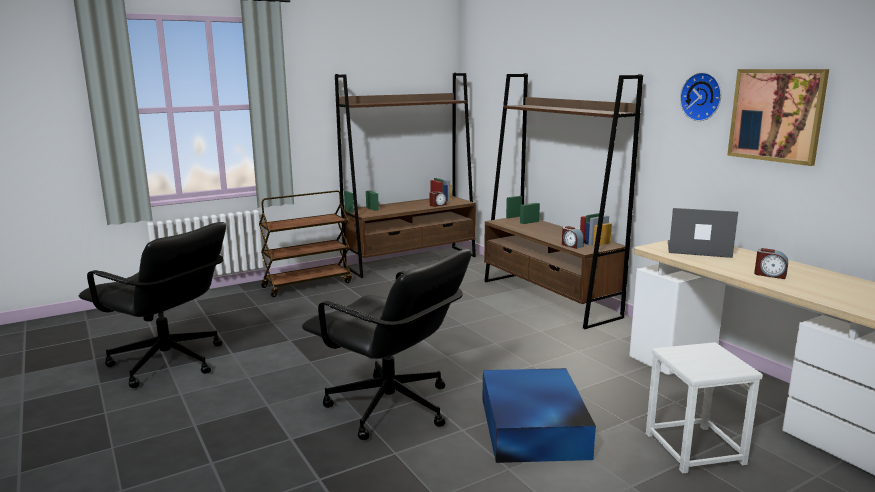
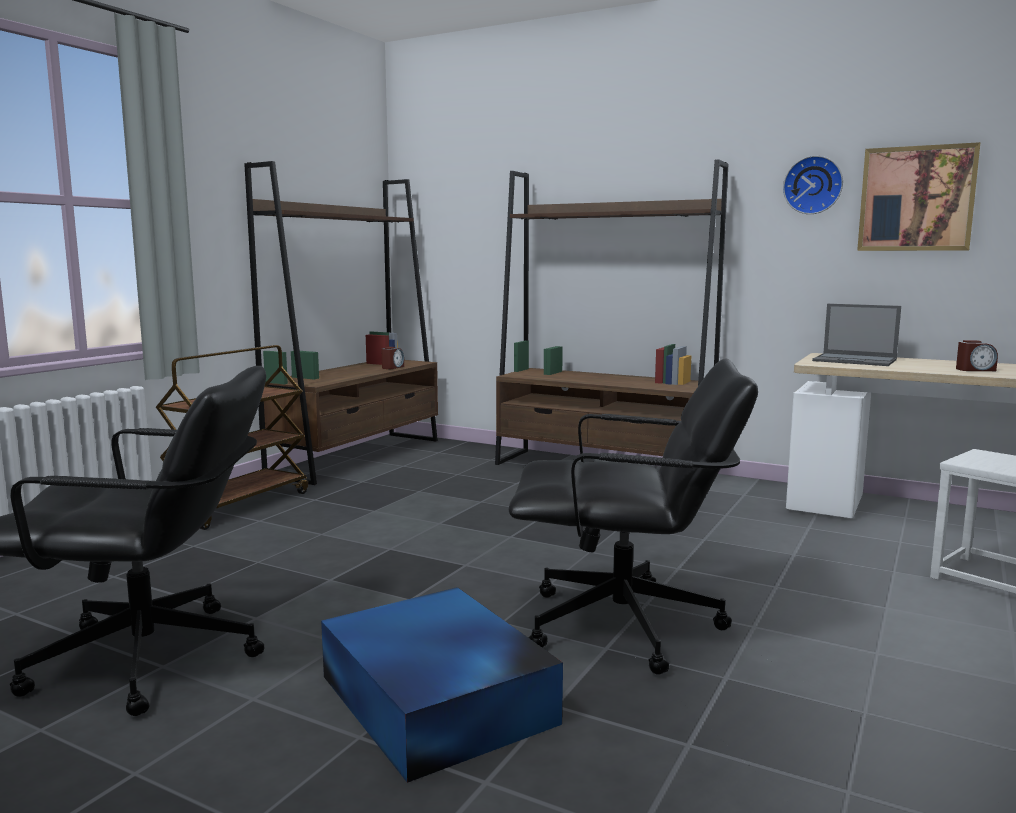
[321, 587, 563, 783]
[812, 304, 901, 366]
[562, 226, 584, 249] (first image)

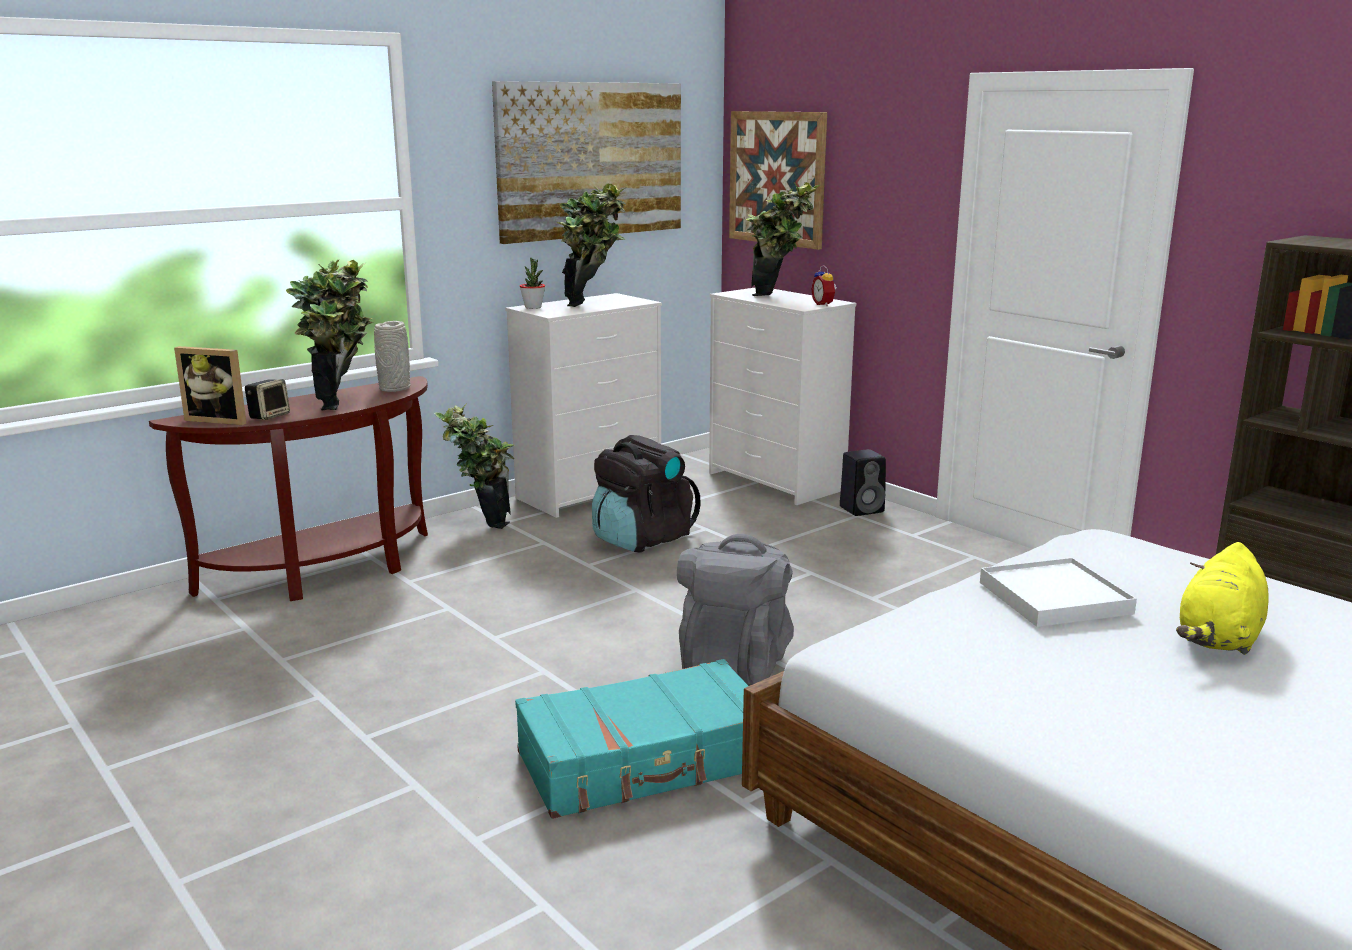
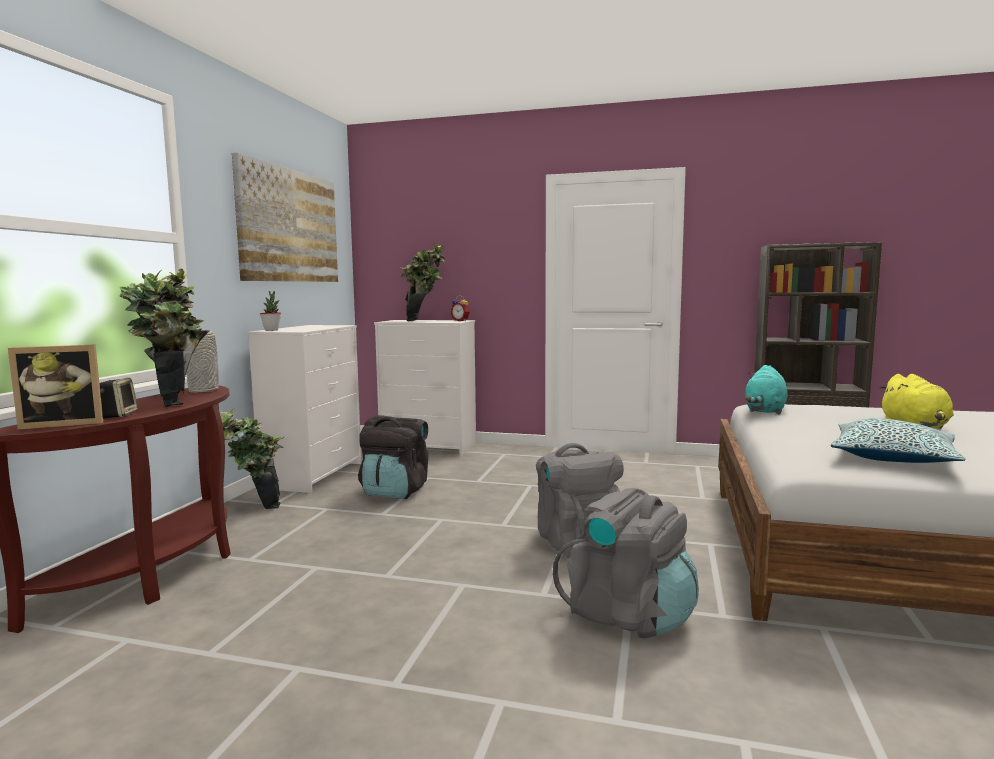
[553, 488, 699, 638]
[745, 365, 787, 414]
[831, 418, 966, 463]
[557, 183, 626, 307] (first image)
[729, 111, 827, 250] (first image)
[840, 449, 886, 516] (first image)
[980, 558, 1137, 627] (first image)

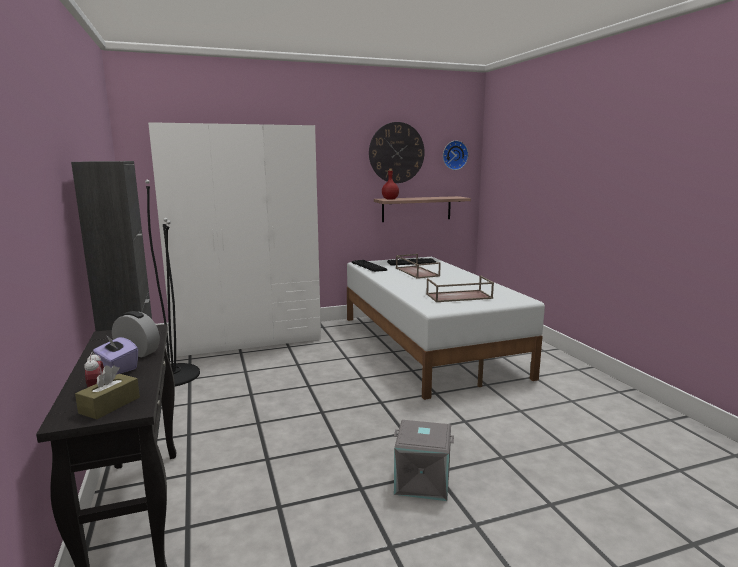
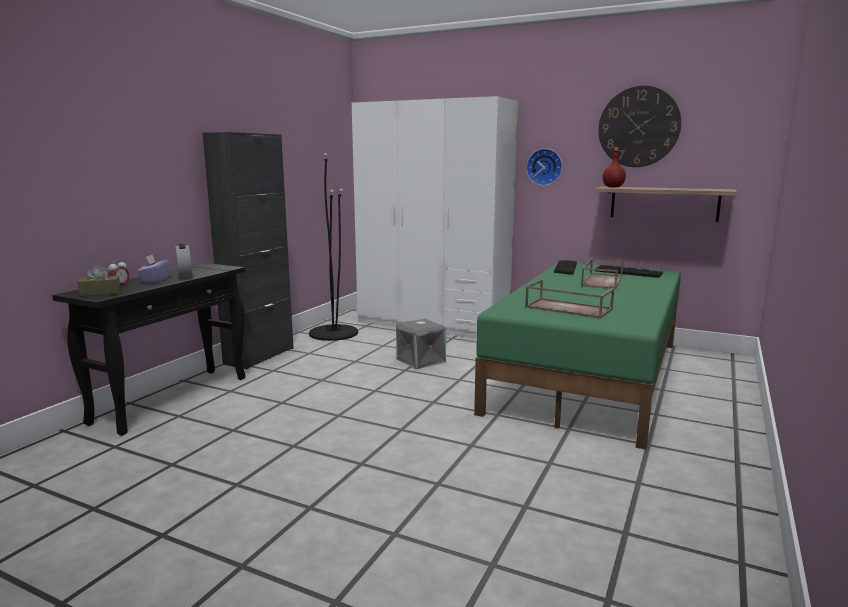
[396, 319, 446, 369]
[474, 263, 681, 450]
[526, 148, 562, 186]

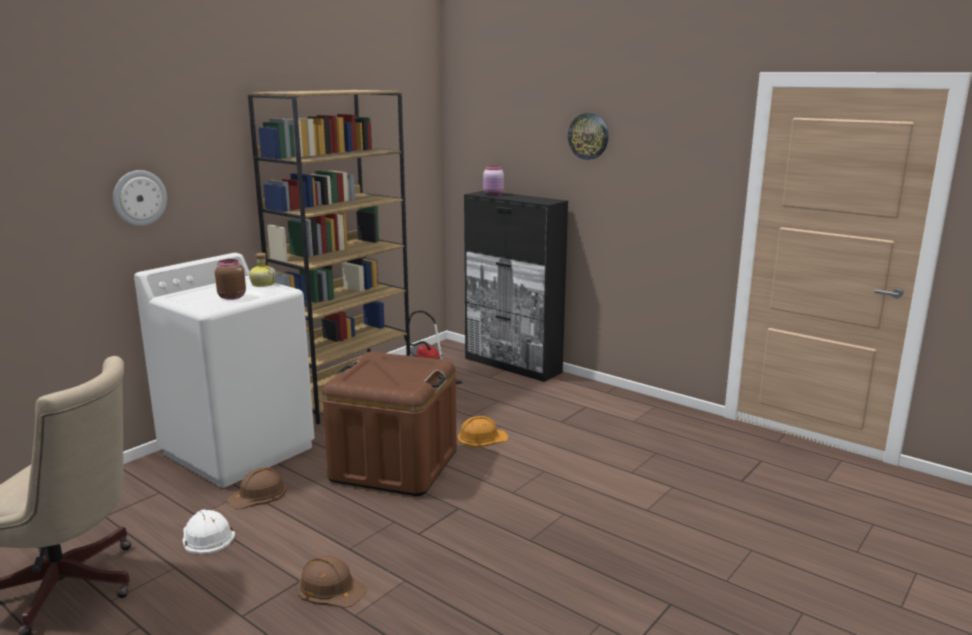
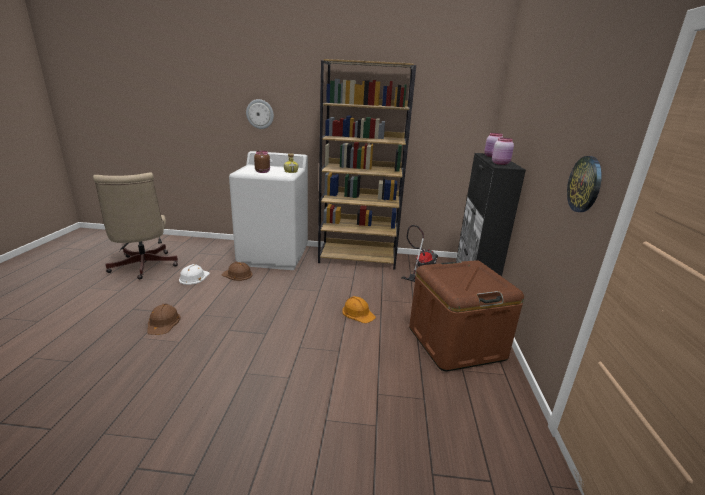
[409, 260, 524, 371]
[492, 138, 514, 165]
[567, 156, 602, 212]

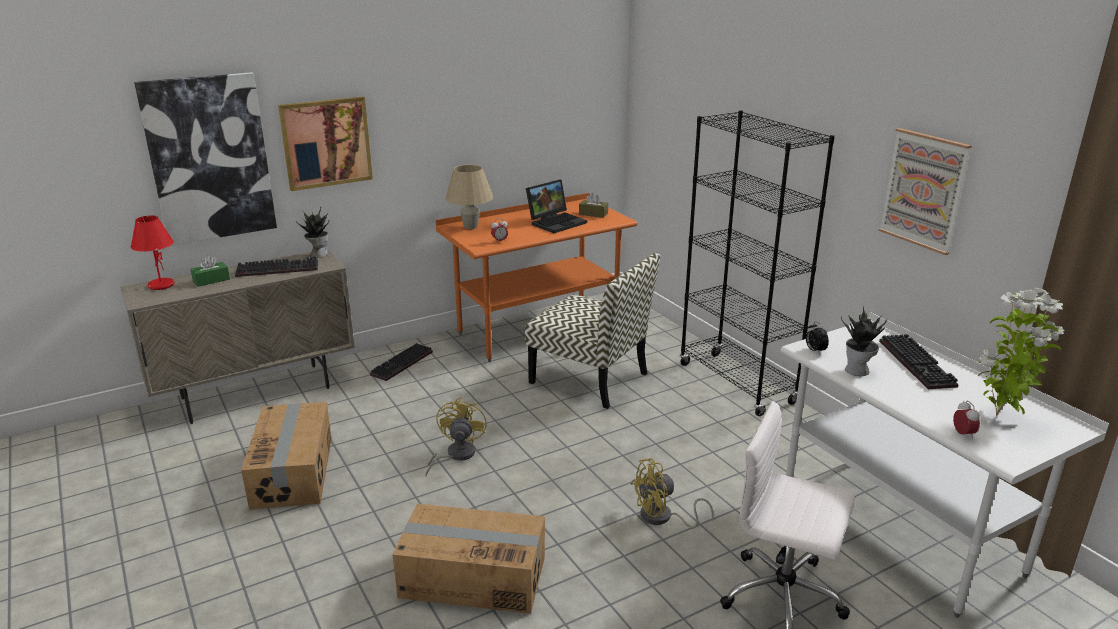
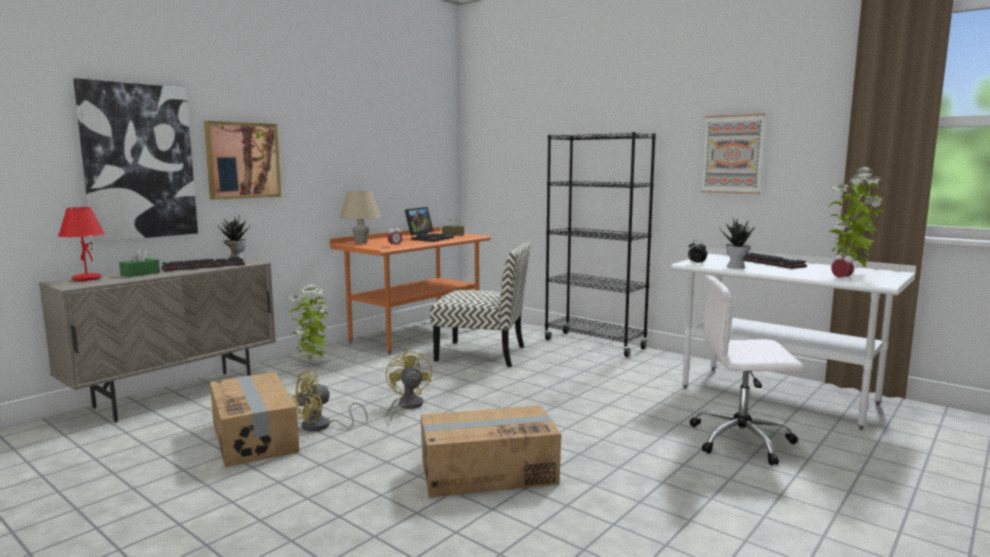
[288, 284, 329, 364]
[292, 370, 368, 432]

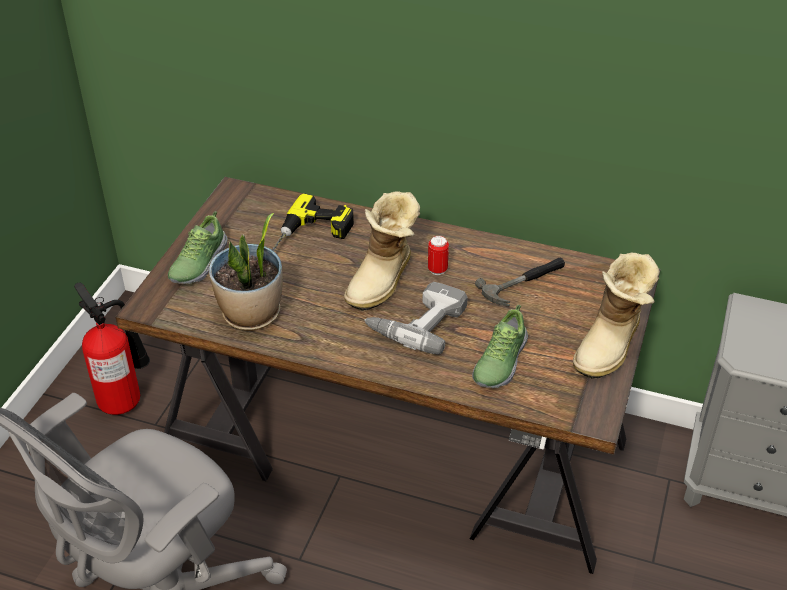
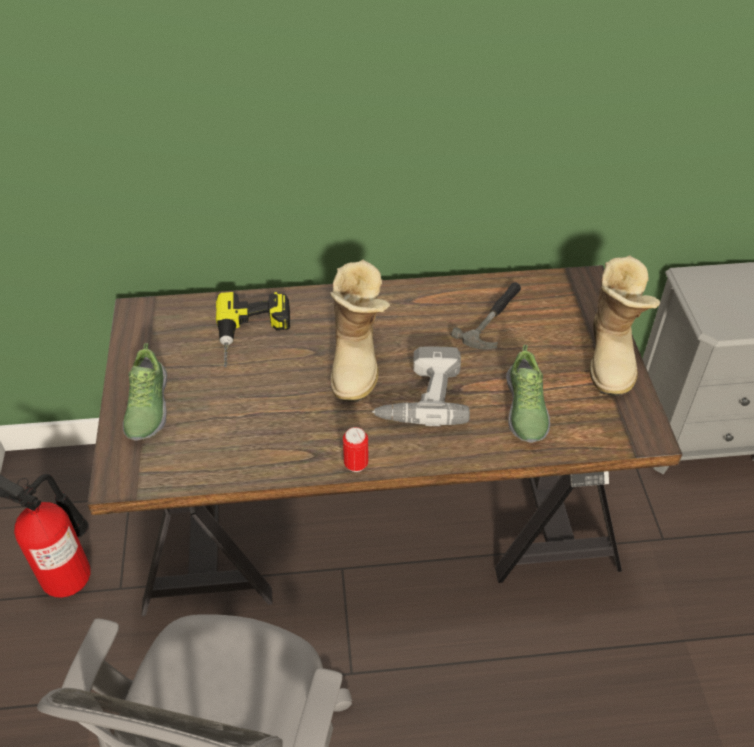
[343, 427, 369, 472]
[209, 213, 283, 331] (first image)

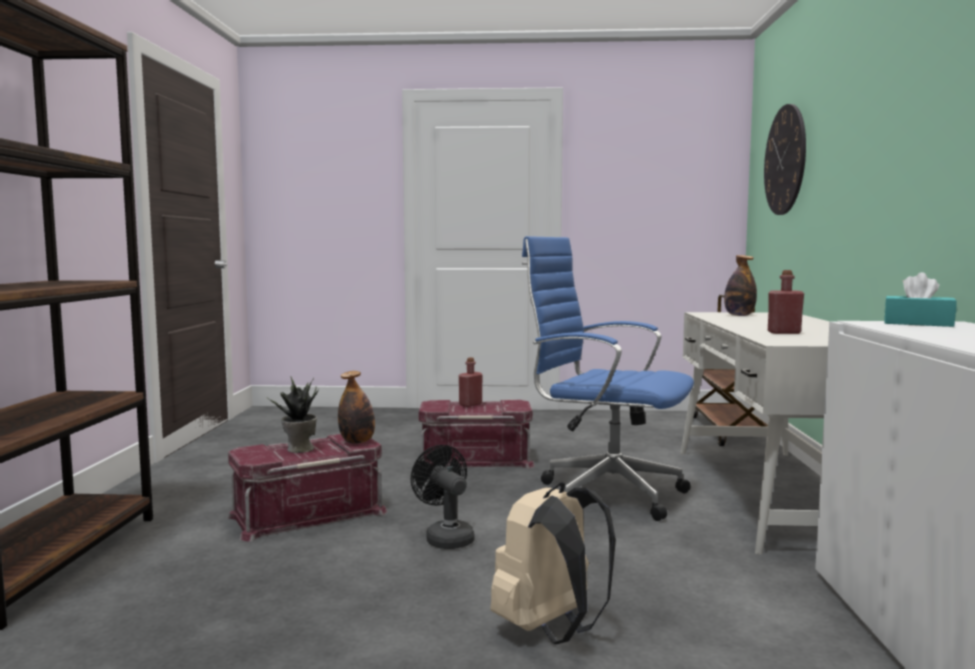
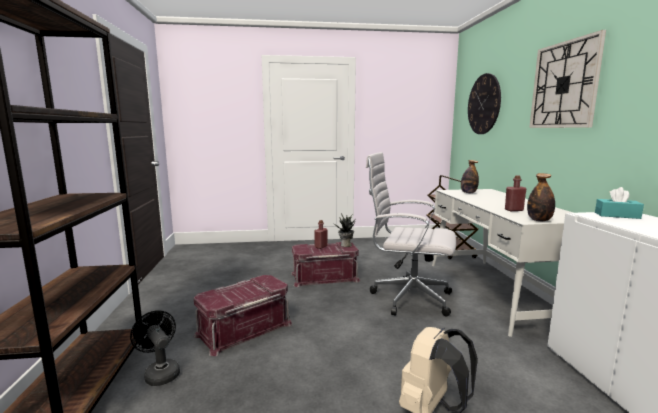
[130, 310, 180, 386]
[333, 213, 355, 247]
[366, 152, 456, 317]
[527, 173, 555, 221]
[529, 30, 606, 128]

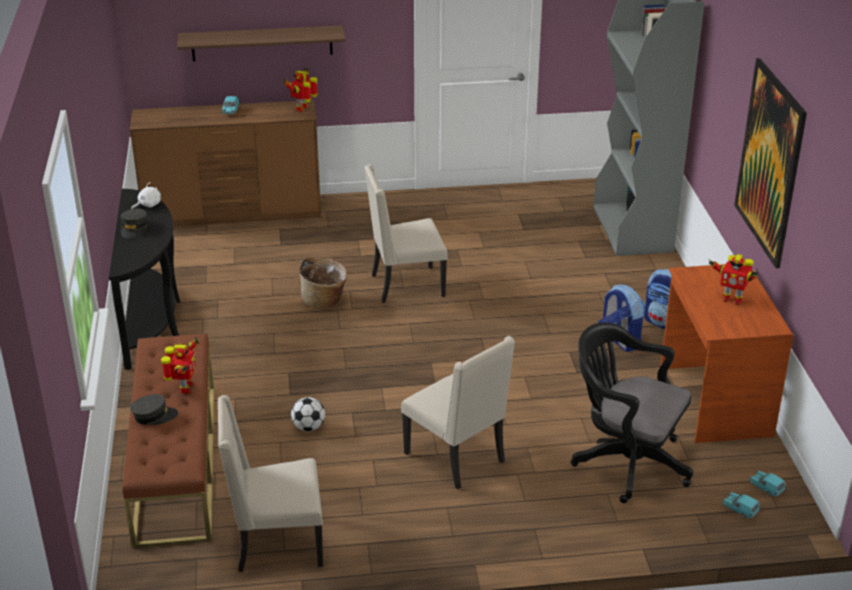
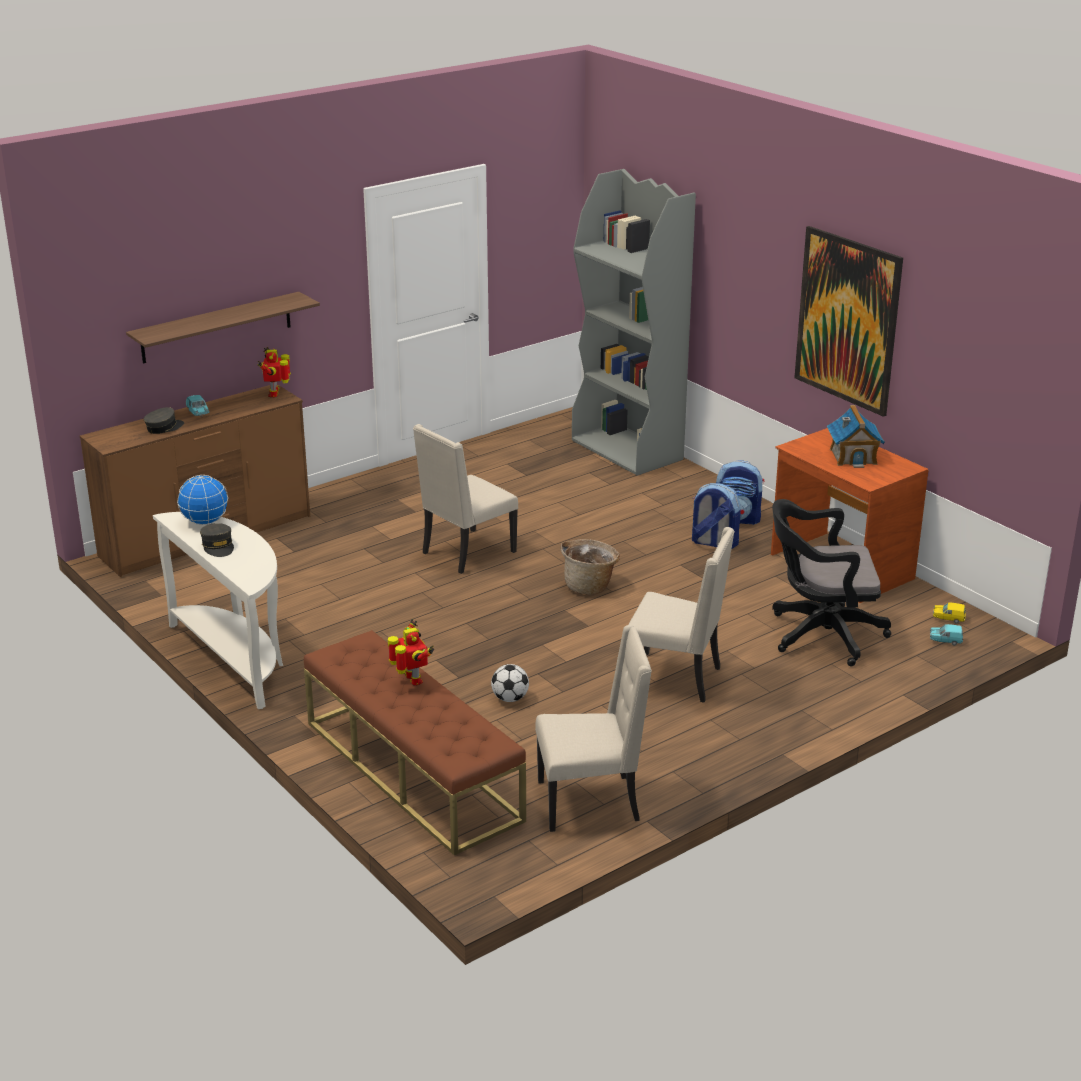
[144, 407, 184, 434]
[153, 512, 283, 709]
[177, 475, 228, 525]
[535, 625, 652, 832]
[561, 539, 620, 595]
[827, 405, 885, 468]
[933, 602, 966, 623]

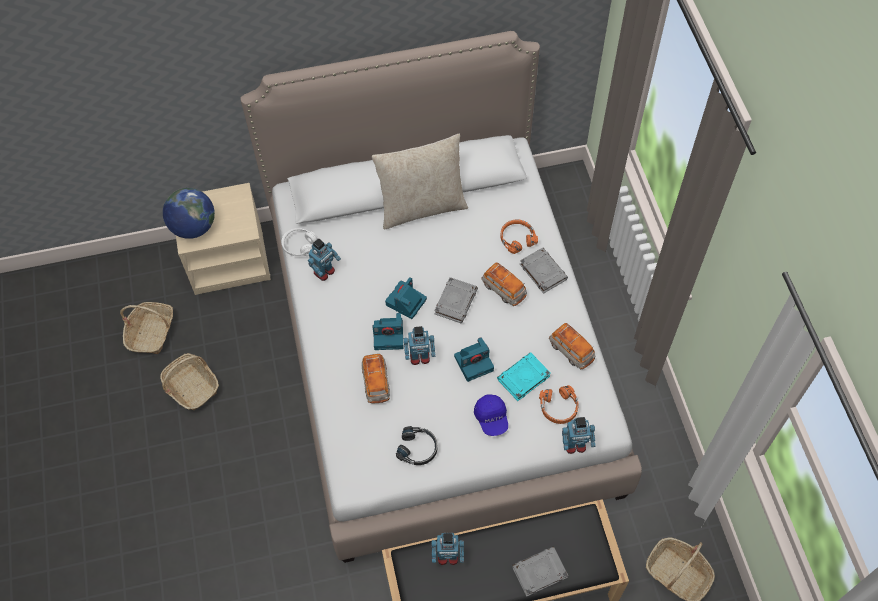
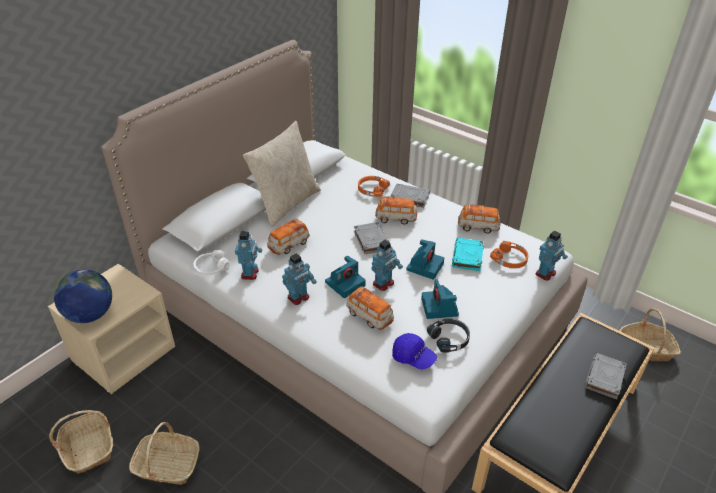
[267, 218, 310, 255]
[282, 253, 317, 305]
[392, 333, 437, 370]
[421, 279, 459, 319]

